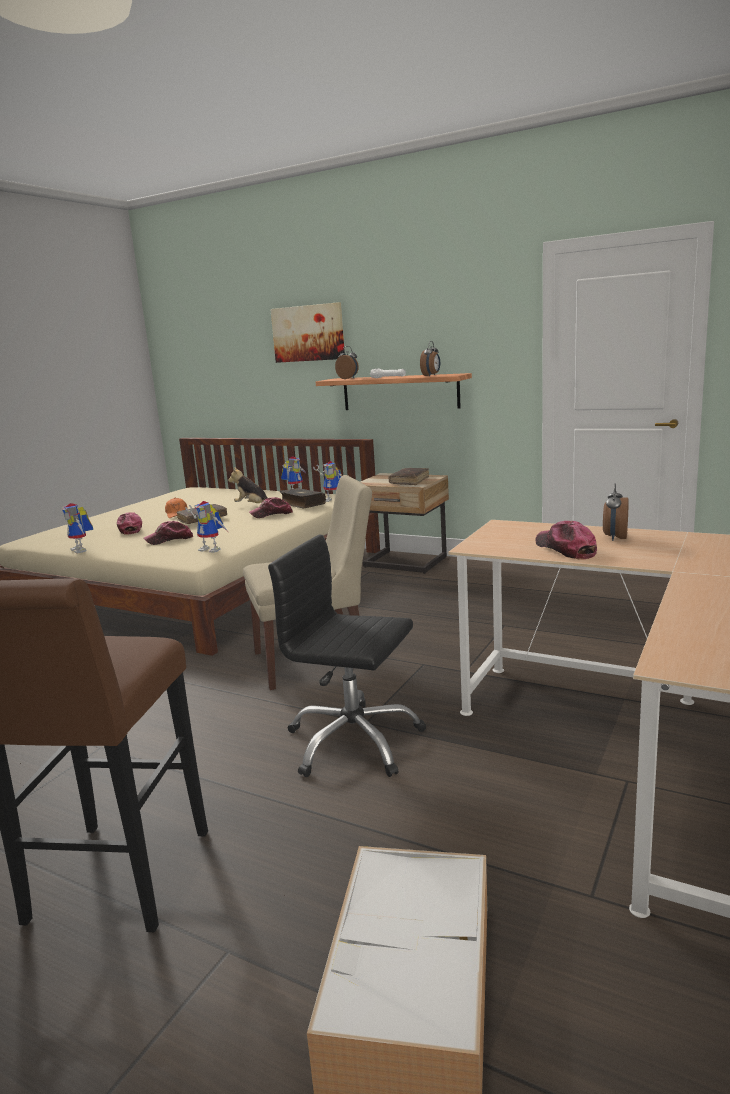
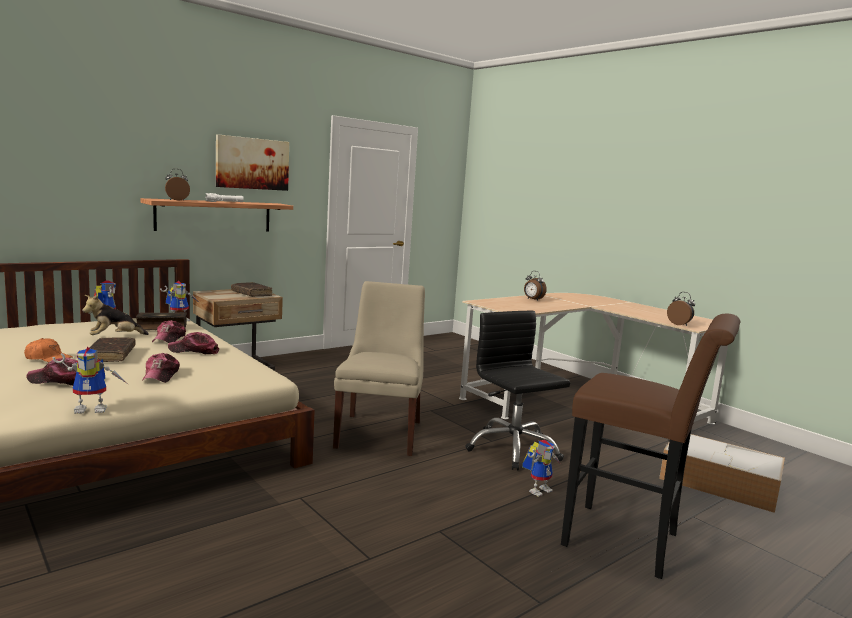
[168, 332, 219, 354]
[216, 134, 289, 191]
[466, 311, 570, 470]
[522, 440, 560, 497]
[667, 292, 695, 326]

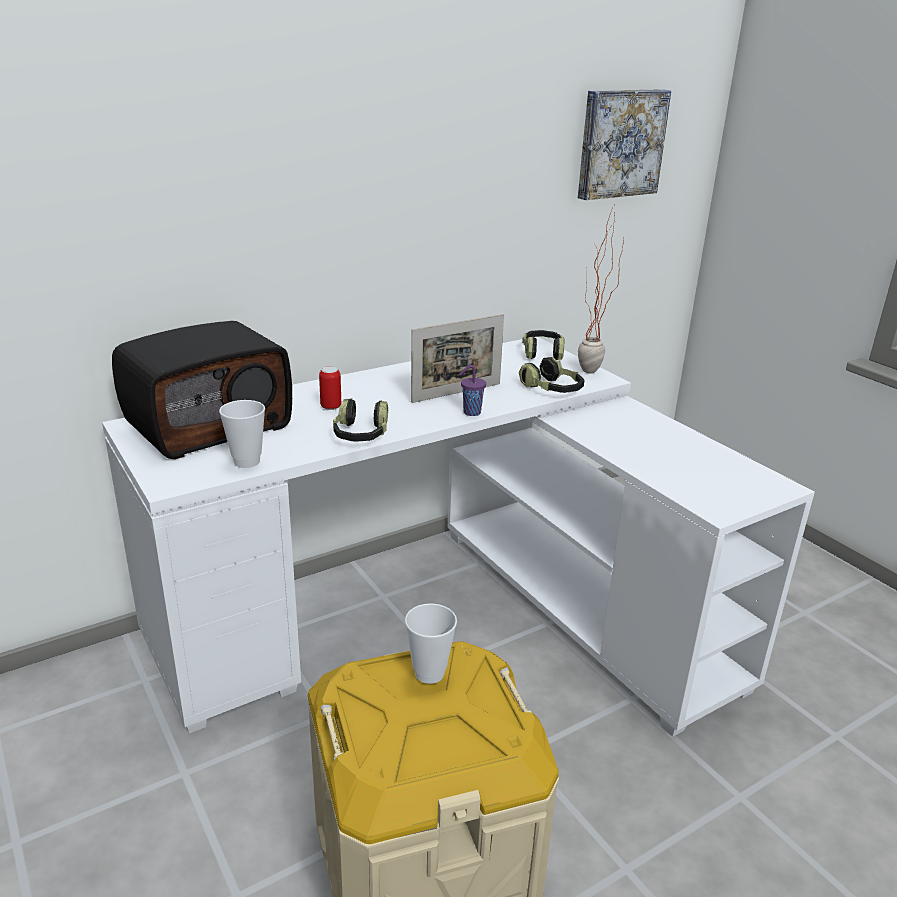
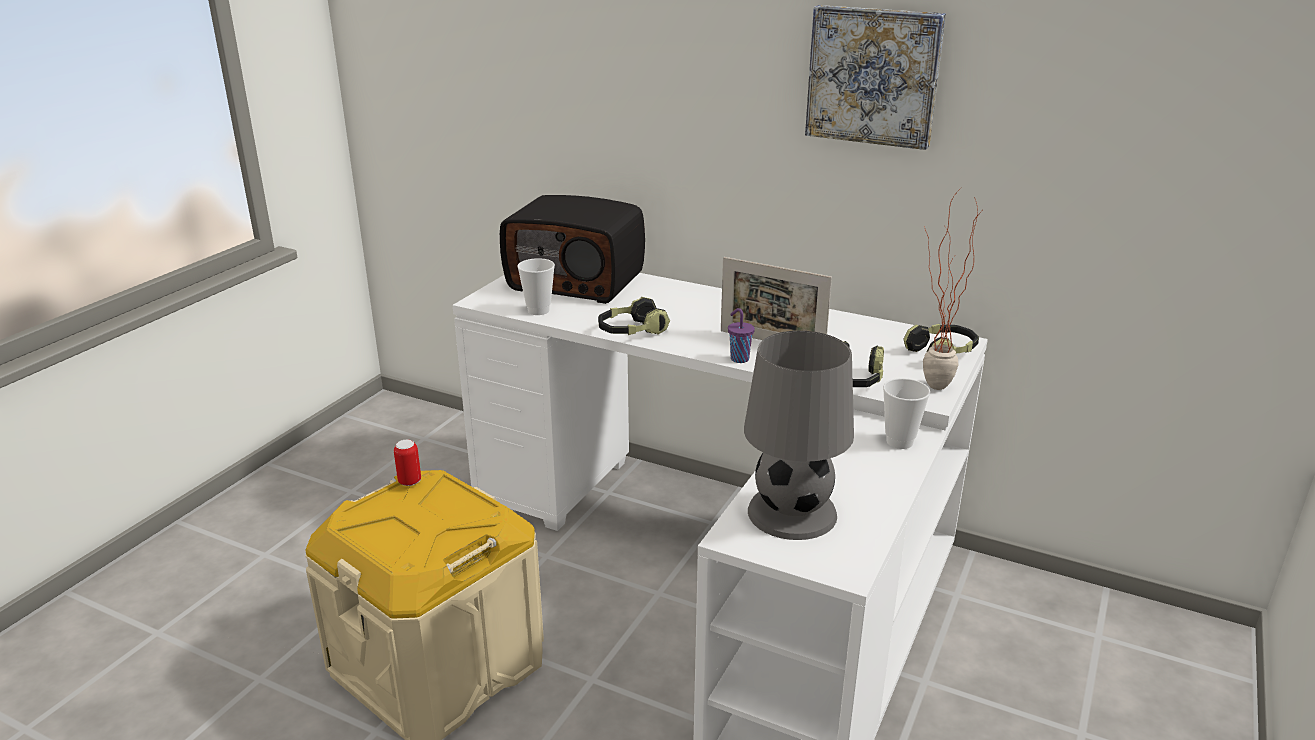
[394, 440, 421, 486]
[744, 331, 854, 540]
[805, 5, 946, 150]
[883, 378, 930, 449]

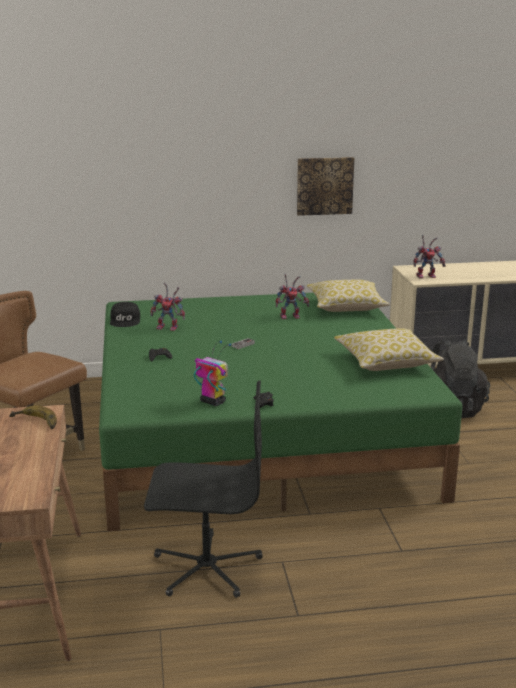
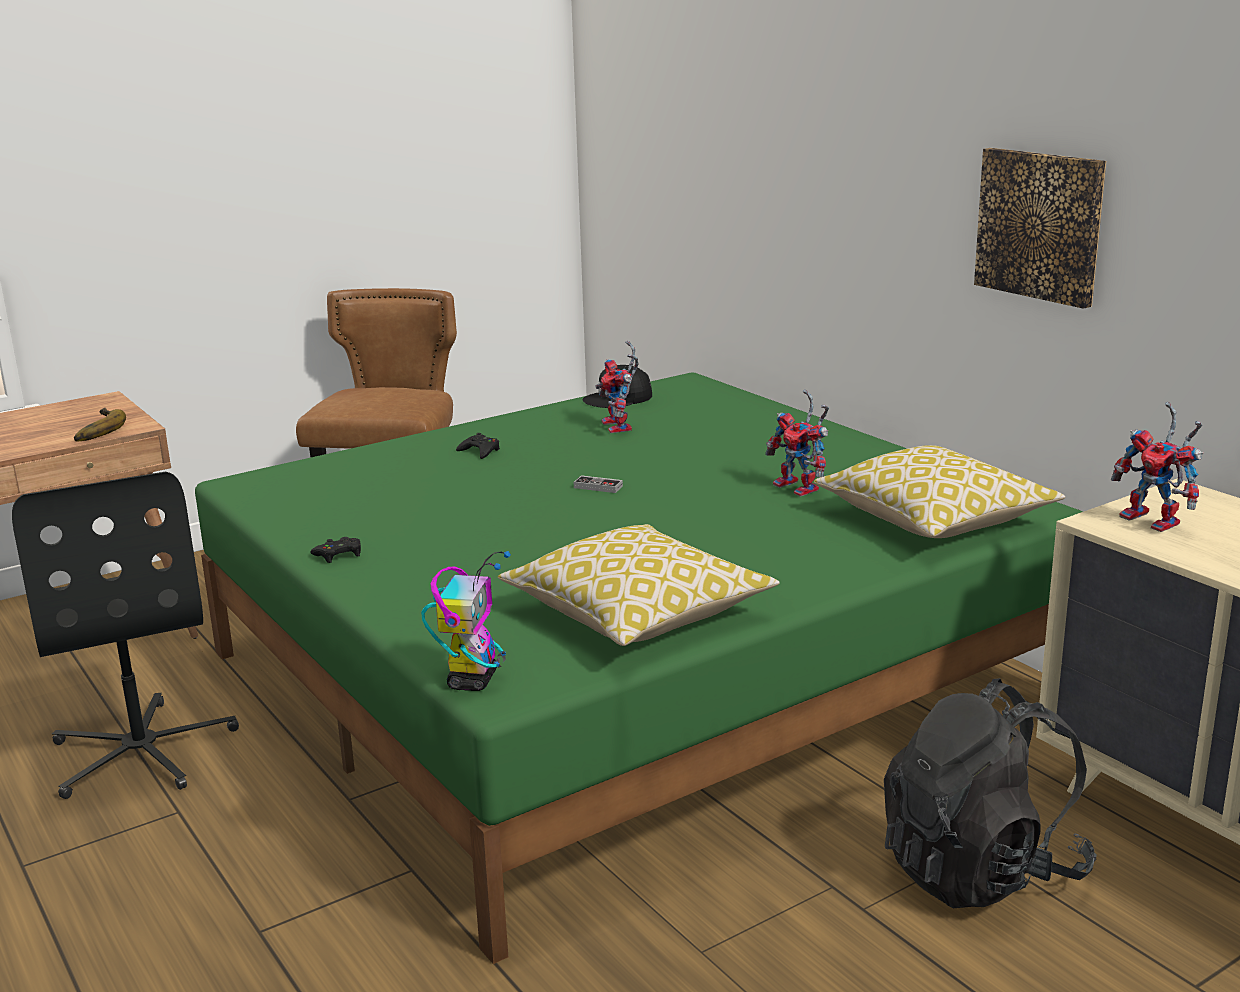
[421, 551, 511, 691]

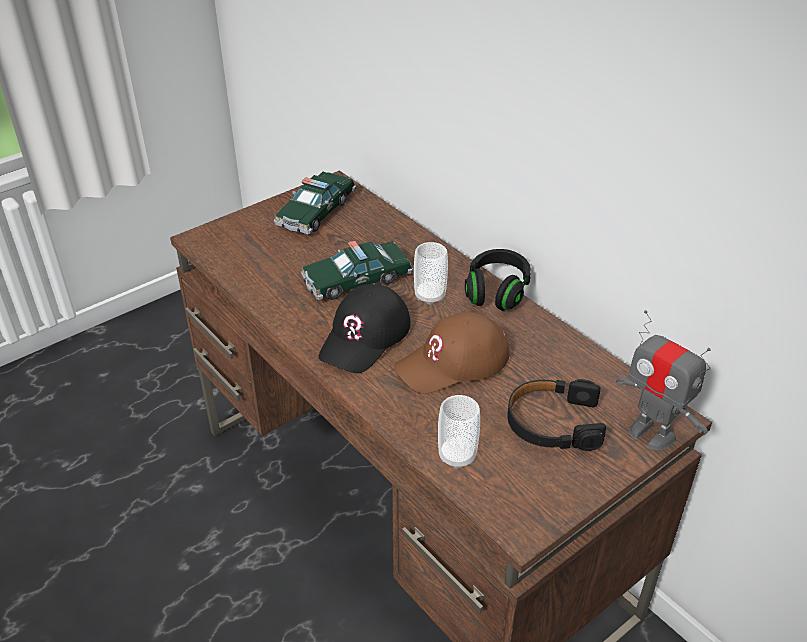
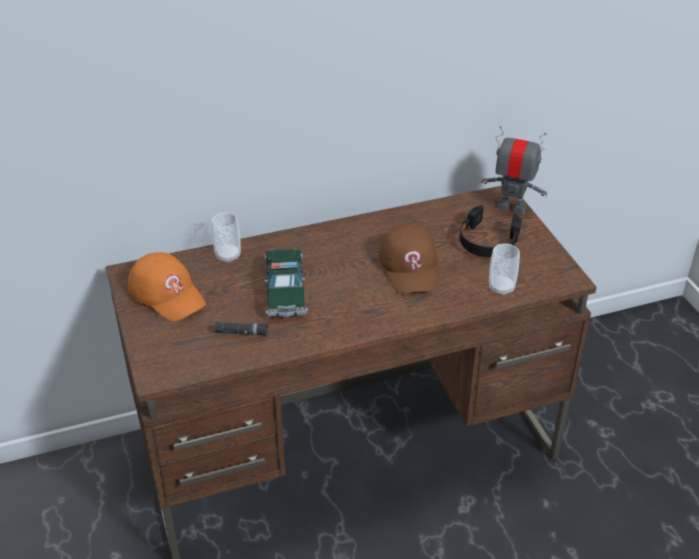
[127, 252, 206, 321]
[212, 212, 241, 263]
[214, 322, 269, 336]
[481, 126, 547, 214]
[318, 284, 411, 373] (first image)
[465, 249, 531, 311] (first image)

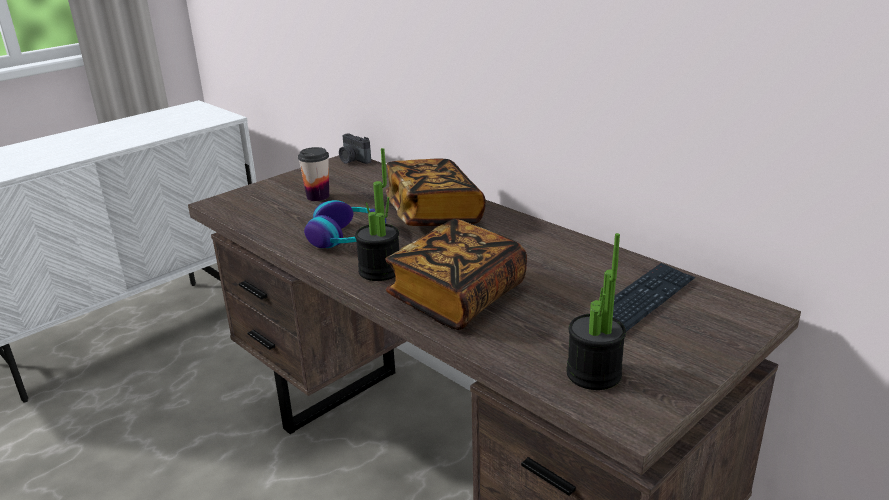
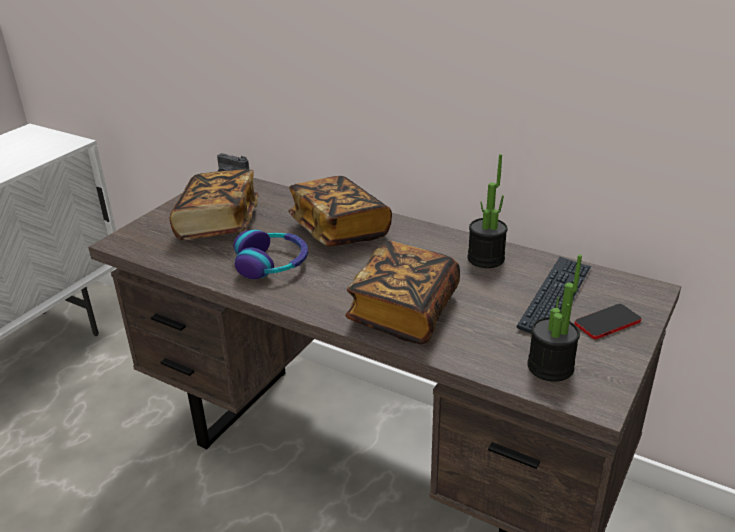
[170, 169, 258, 240]
[467, 154, 508, 268]
[574, 304, 641, 339]

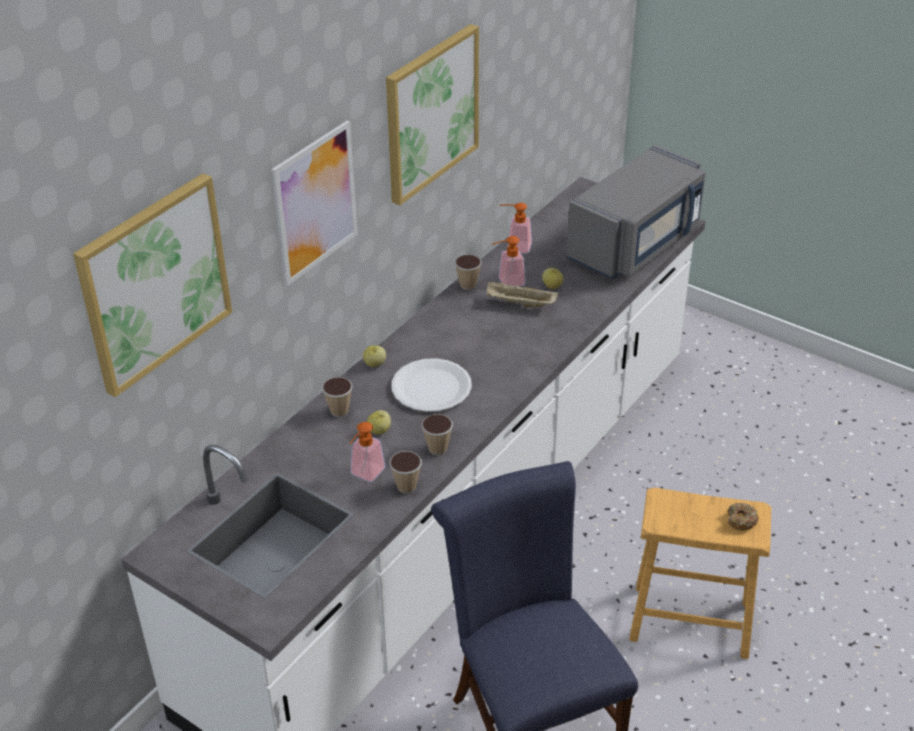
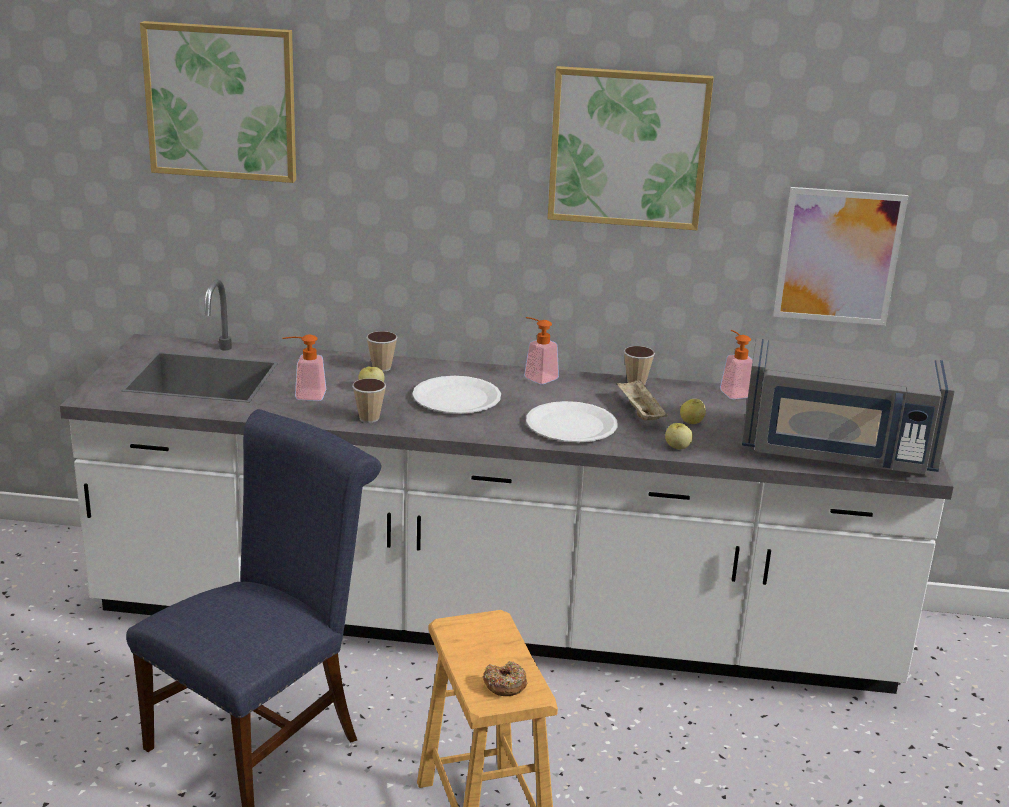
[524, 317, 559, 384]
[526, 401, 618, 442]
[665, 423, 693, 450]
[773, 187, 908, 326]
[389, 451, 422, 494] (first image)

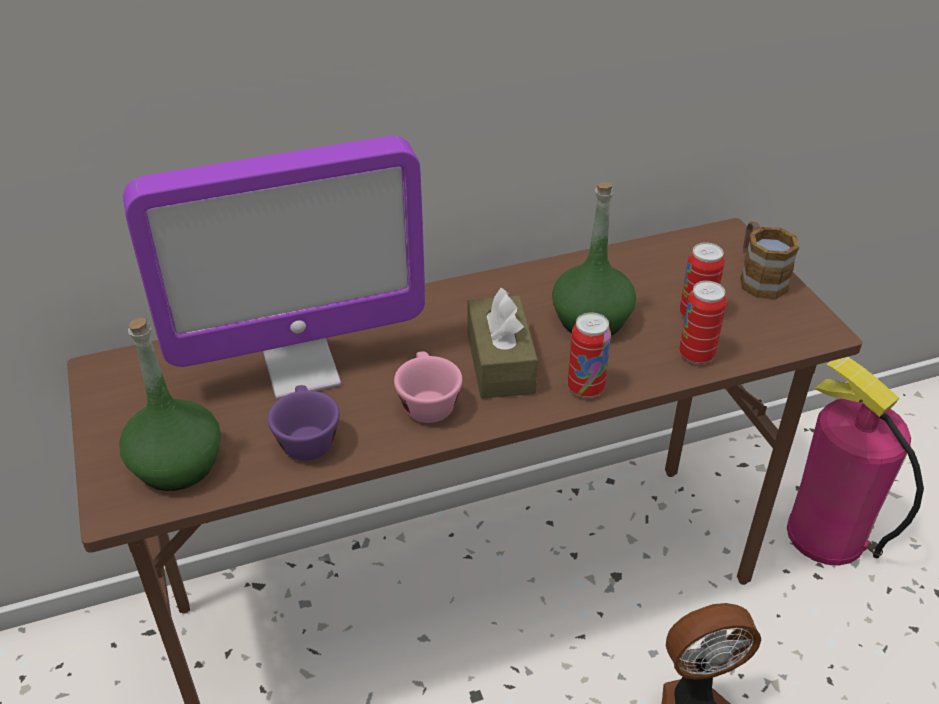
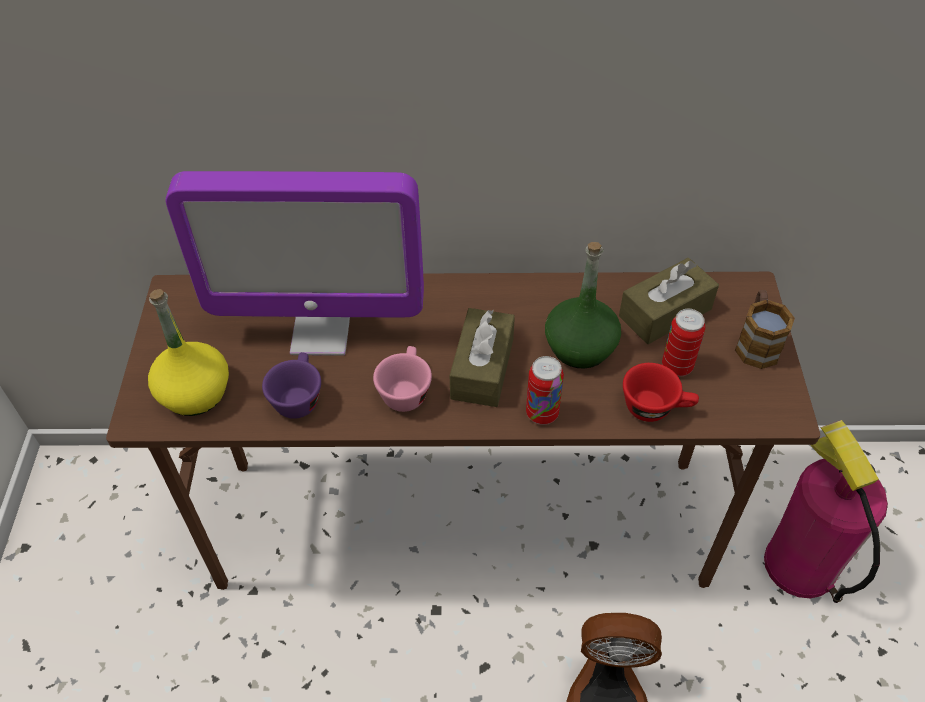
[148, 289, 229, 416]
[619, 258, 719, 344]
[623, 363, 699, 422]

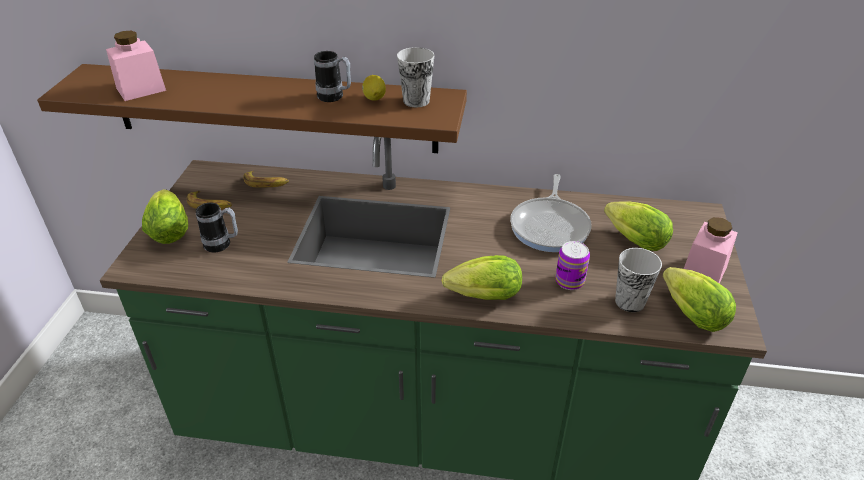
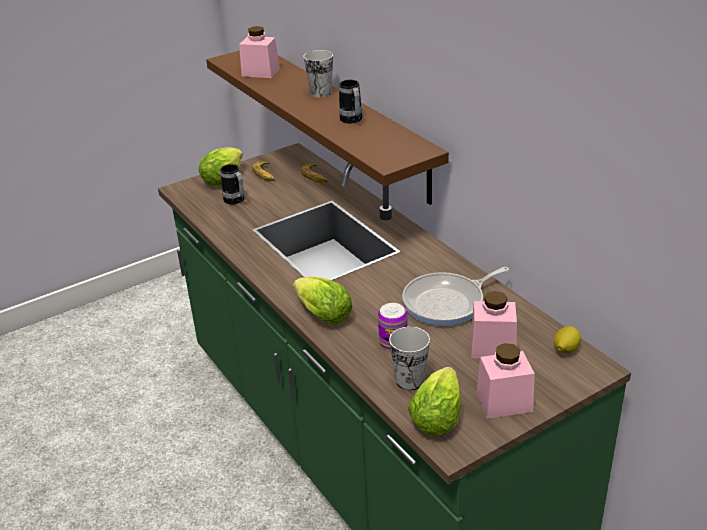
[303, 50, 333, 98]
[471, 291, 517, 358]
[554, 326, 581, 353]

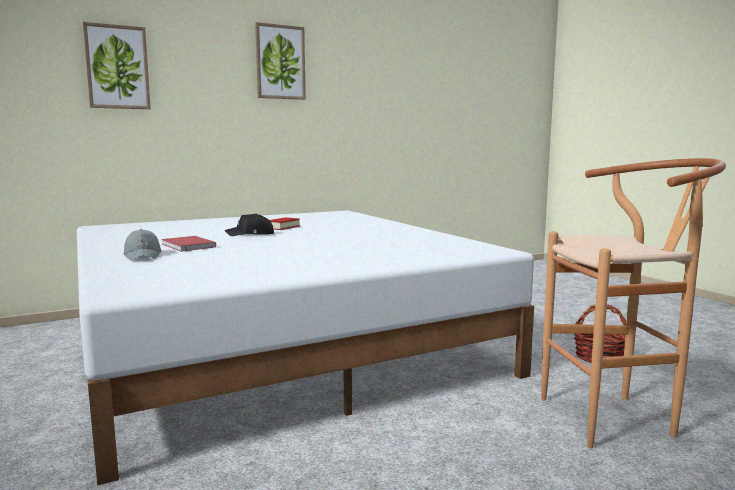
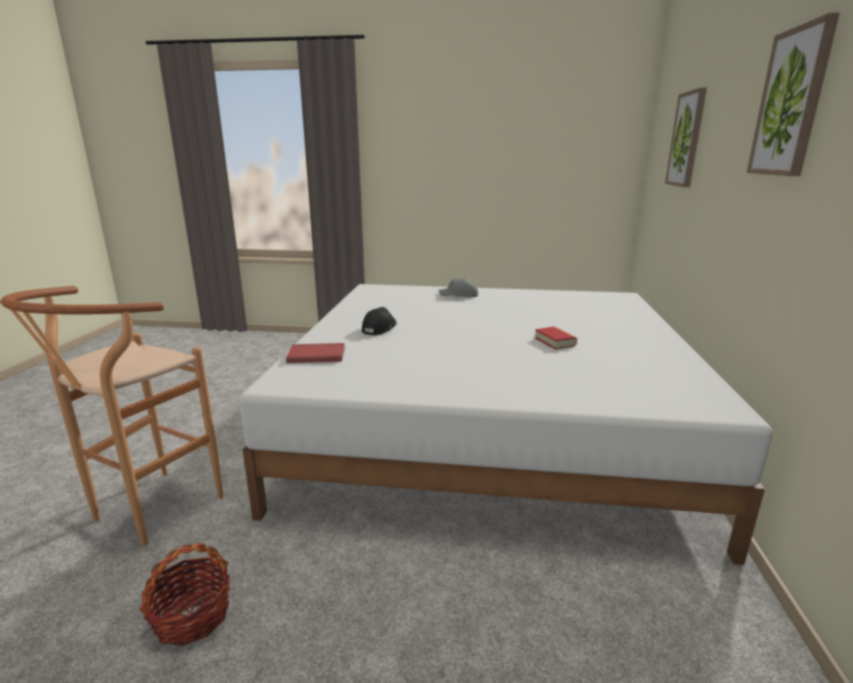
[286, 343, 345, 363]
[362, 307, 397, 335]

